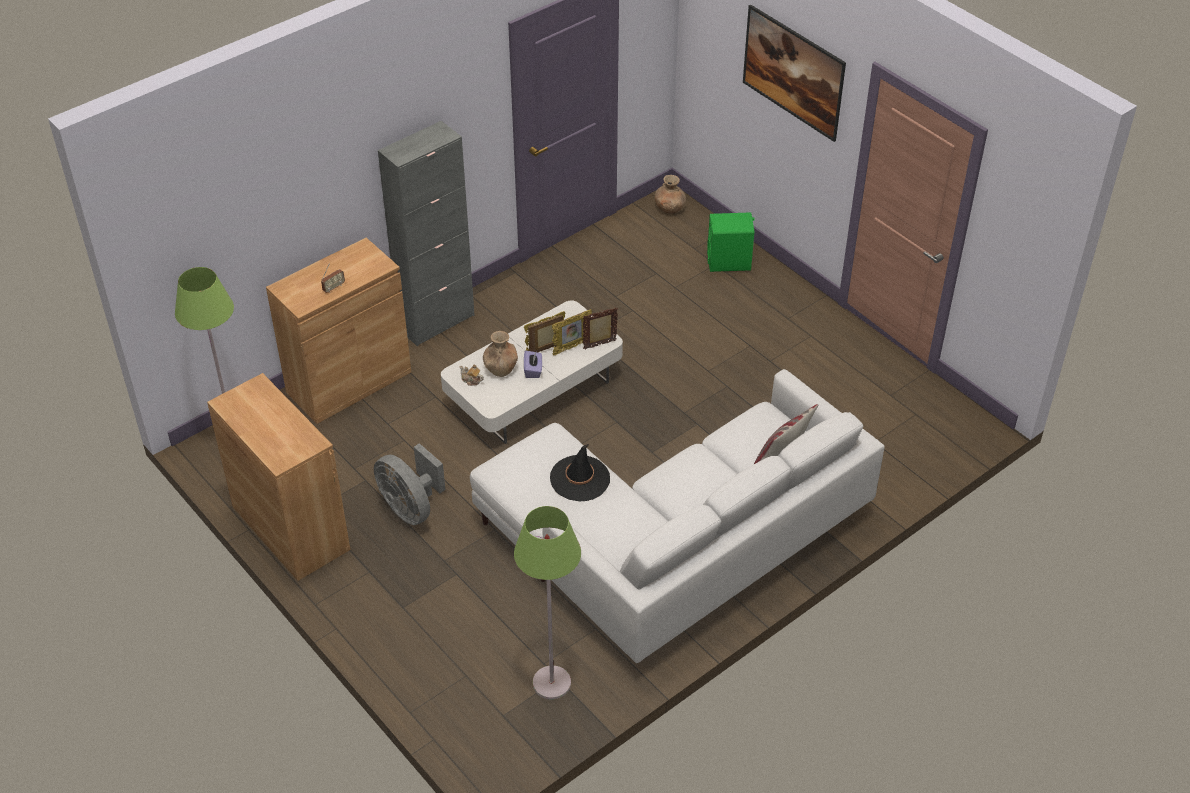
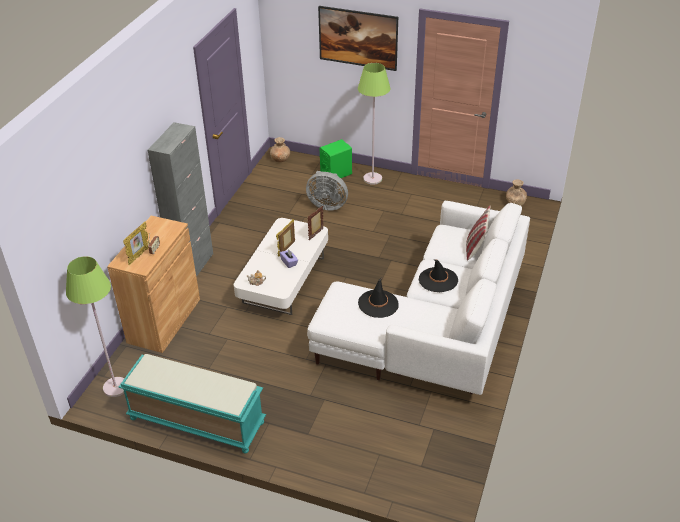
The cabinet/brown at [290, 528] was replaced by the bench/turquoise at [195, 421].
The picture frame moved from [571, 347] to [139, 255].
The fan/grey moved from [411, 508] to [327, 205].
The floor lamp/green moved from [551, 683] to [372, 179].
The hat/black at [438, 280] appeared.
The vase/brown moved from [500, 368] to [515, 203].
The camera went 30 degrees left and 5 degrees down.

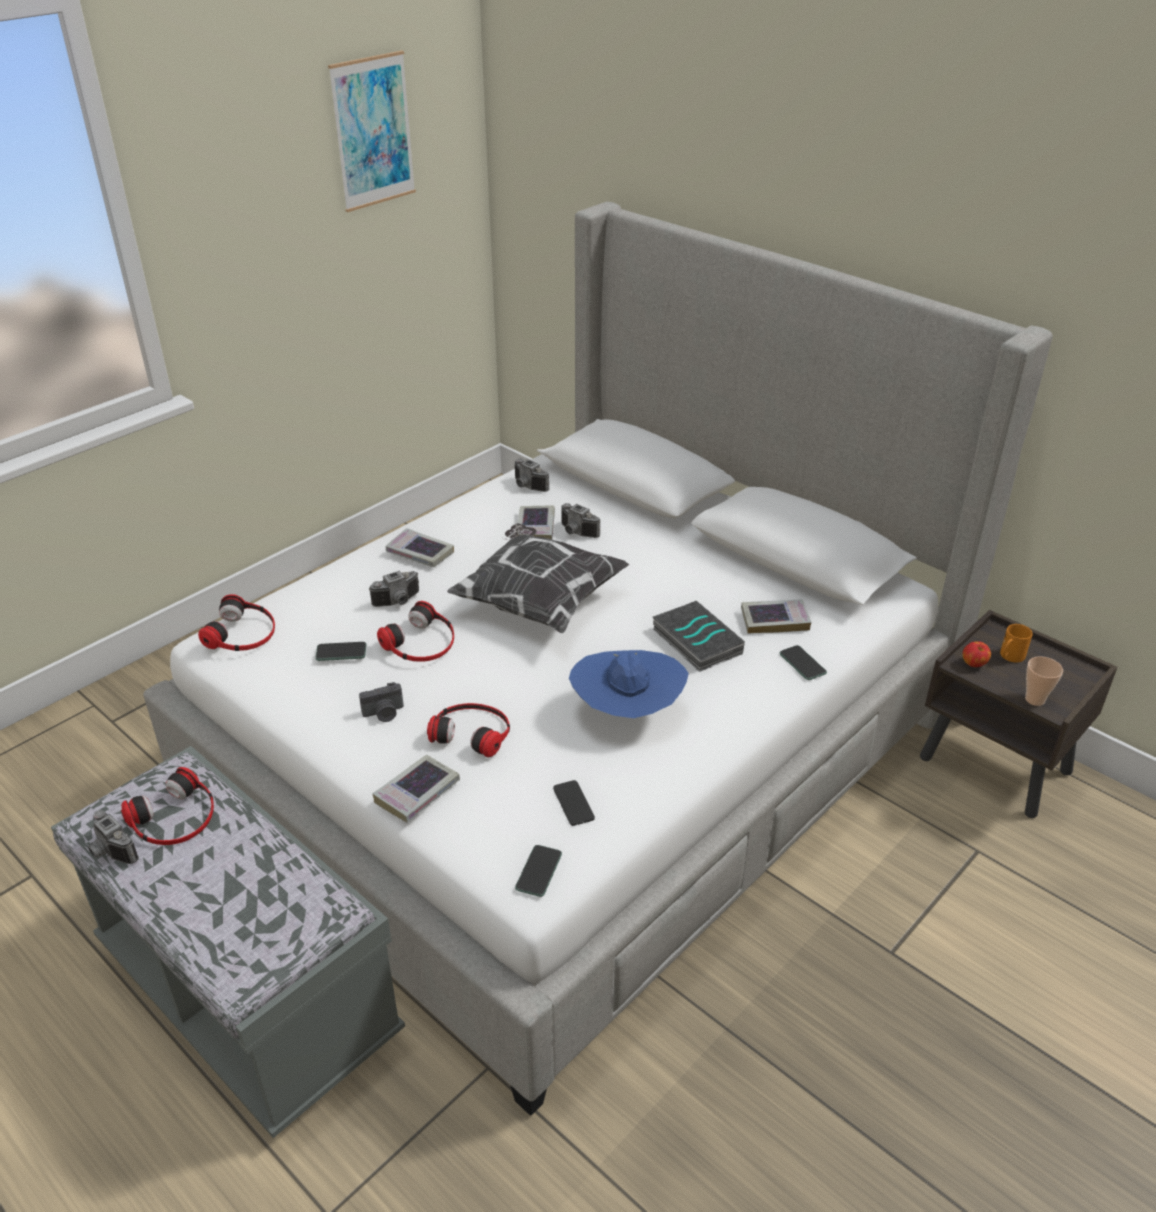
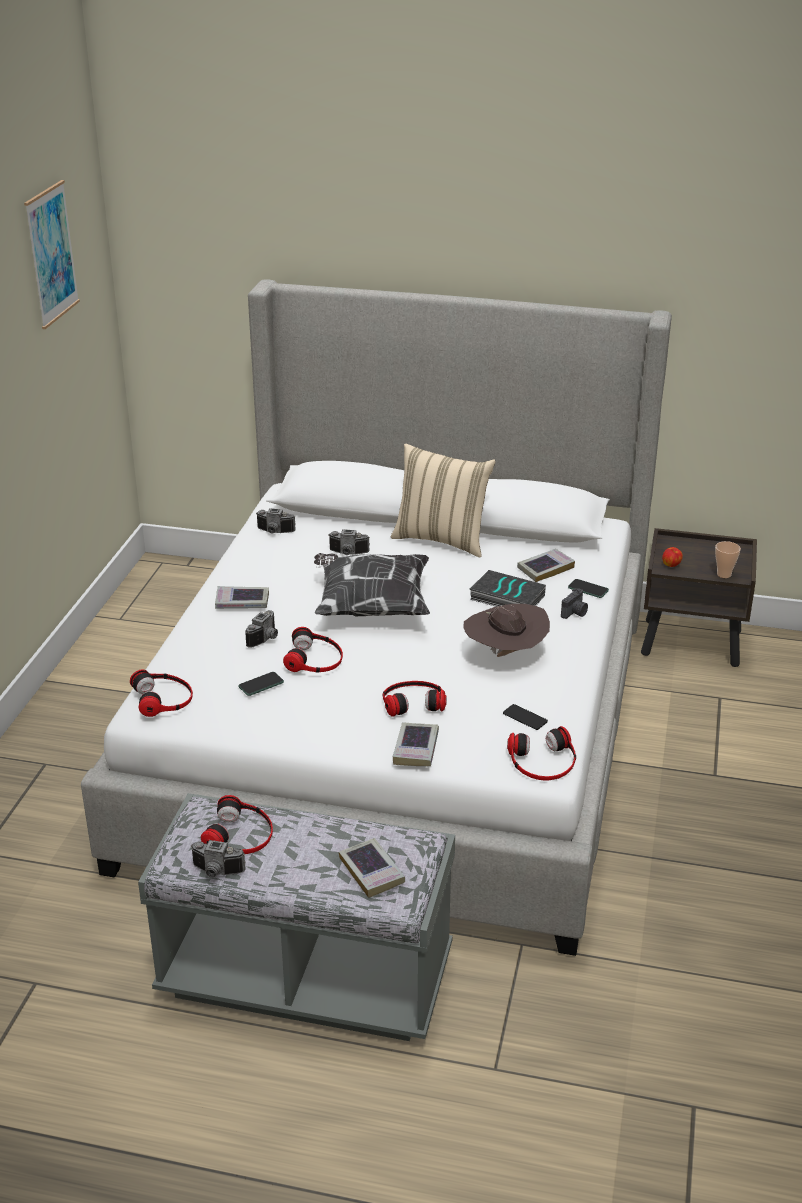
The book moved from [536, 528] to [371, 871].
The pillow/beige at [442, 539] appeared.
The hat/blue at [627, 713] became the hat/brown at [505, 655].
The phone at [538, 871] was replaced by the headphones at [543, 761].
The photo camera moved from [384, 713] to [575, 613].
The mug/orange at [1010, 657] disappeared.
The camera went 30 degrees left and 5 degrees down.

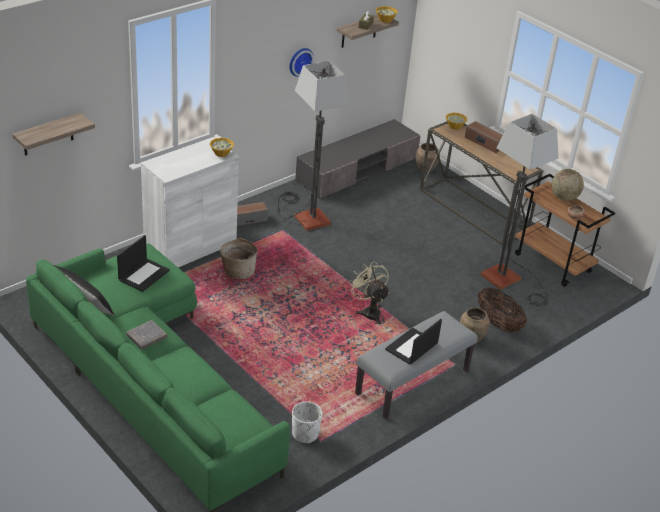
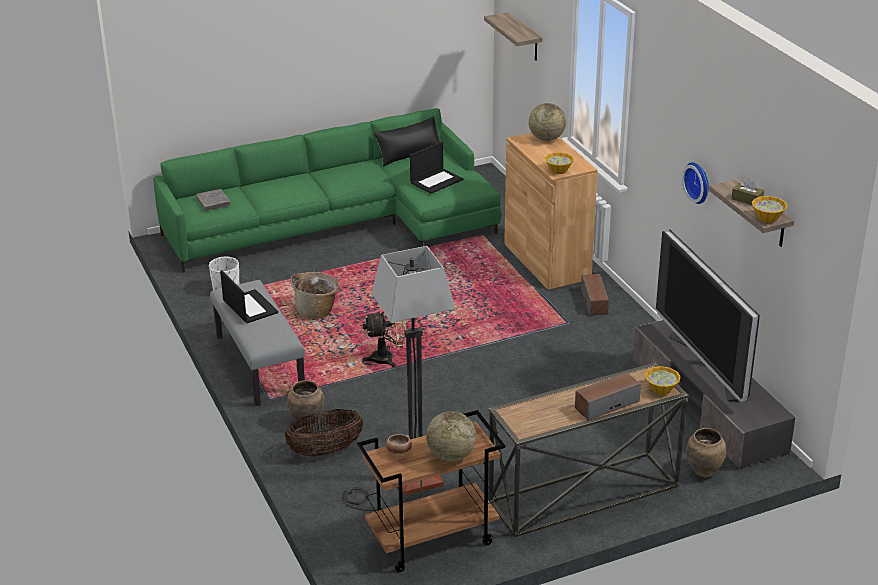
The book/grey moved from [146, 337] to [213, 202].
The basket moved from [238, 271] to [317, 311].
The laptop at [144, 274] turned 90 degrees counterclockwise.
The cabinet/white at [190, 247] became the cabinet/brown at [547, 261].
The globe at [546, 138] appeared.
The television at [707, 366] appeared.
The floor lamp at [305, 215] disappeared.
The camera went 110 degrees right and 5 degrees down.

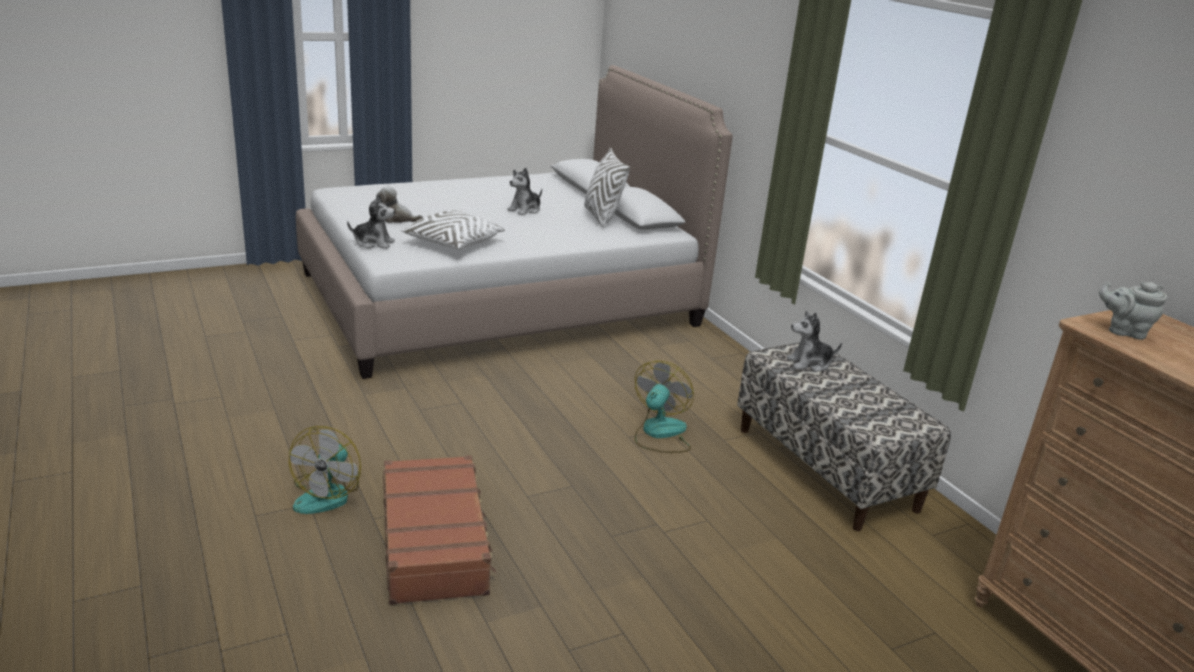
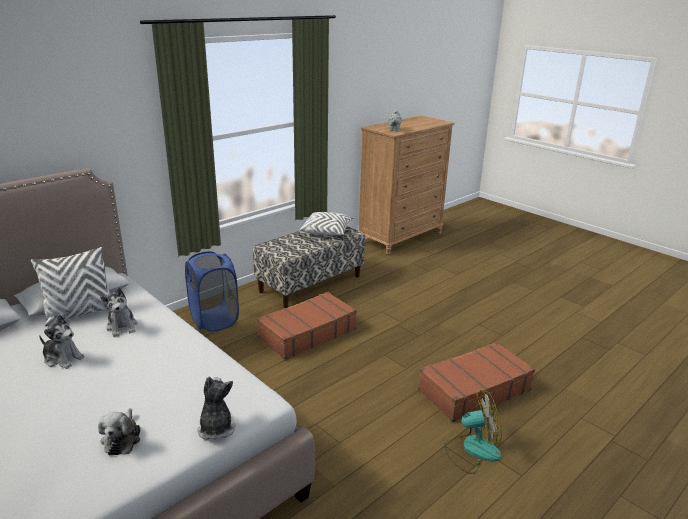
The plush toy moved from [809, 363] to [122, 326].
The laundry basket/blue at [214, 320] appeared.
The fan at [659, 434] was replaced by the suitcase/brown at [307, 333].
The pillow/white moved from [453, 244] to [327, 231].
The camera went 105 degrees left and 0 degrees up.

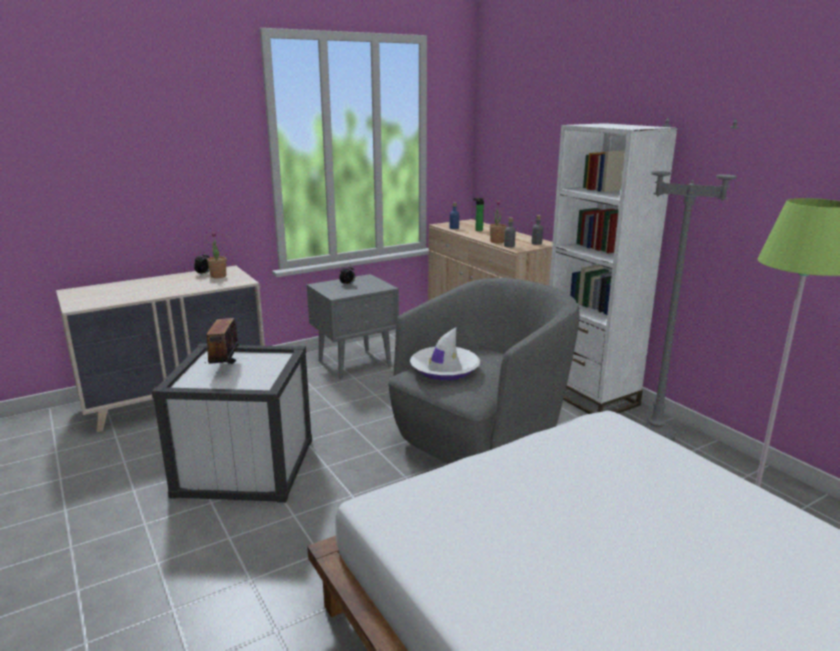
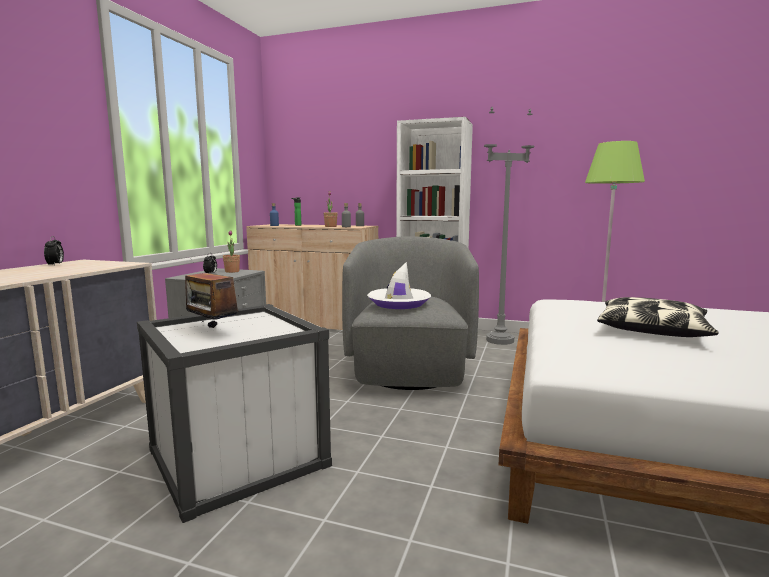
The potted plant moved from [218, 276] to [232, 271].
The pillow at [652, 330] appeared.
The camera went 40 degrees left and 10 degrees down.

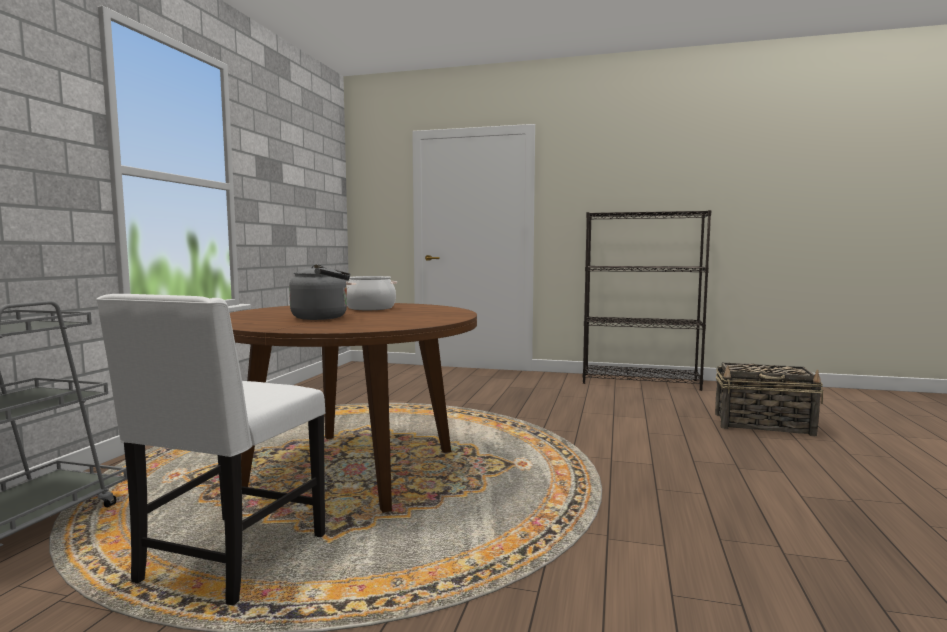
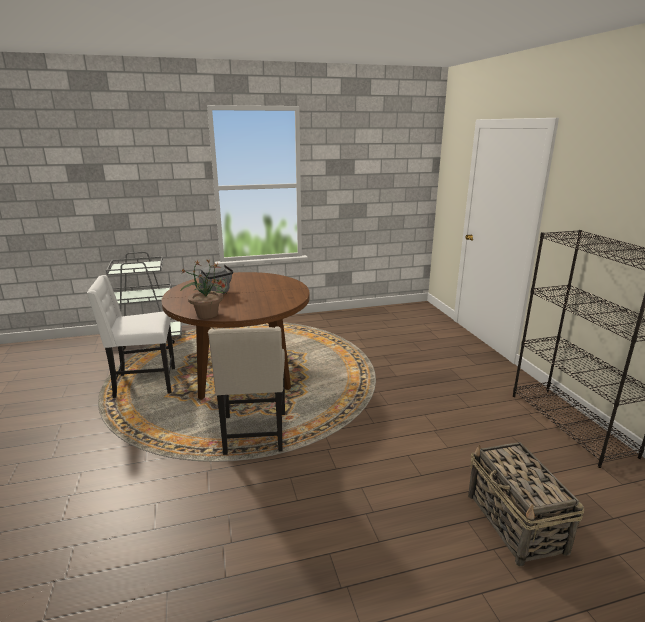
The potted plant at [207, 314] appeared.
The chair/beige at [254, 434] appeared.
The cooking pot at [370, 308] disappeared.
The camera went 60 degrees right and 15 degrees up.

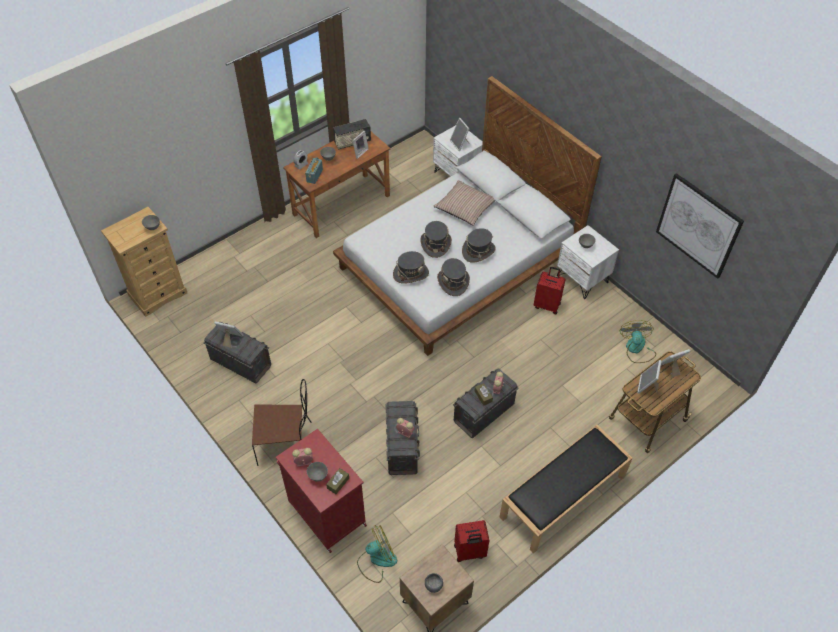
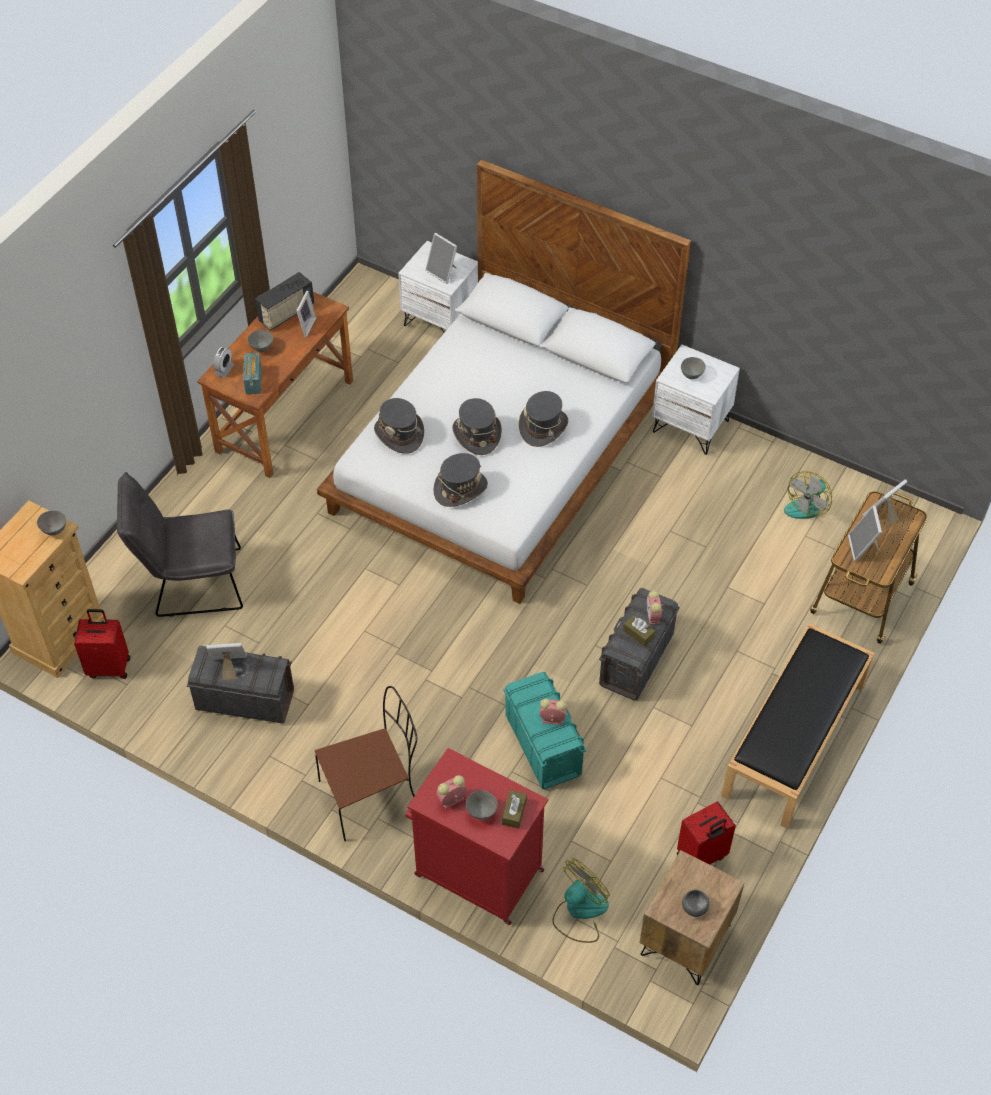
The suitcase/red moved from [547, 305] to [109, 667].
The chair/grey at [191, 583] appeared.
The hat/grey moved from [453, 282] to [399, 434].
The storage box/grey at [402, 447] became the storage box/turquoise at [543, 745].
The fan at [636, 349] turned 120 degrees counterclockwise.
The pillow at [465, 207] disappeared.
The picture at [698, 225] disappeared.
The camera went 20 degrees left and 0 degrees up.

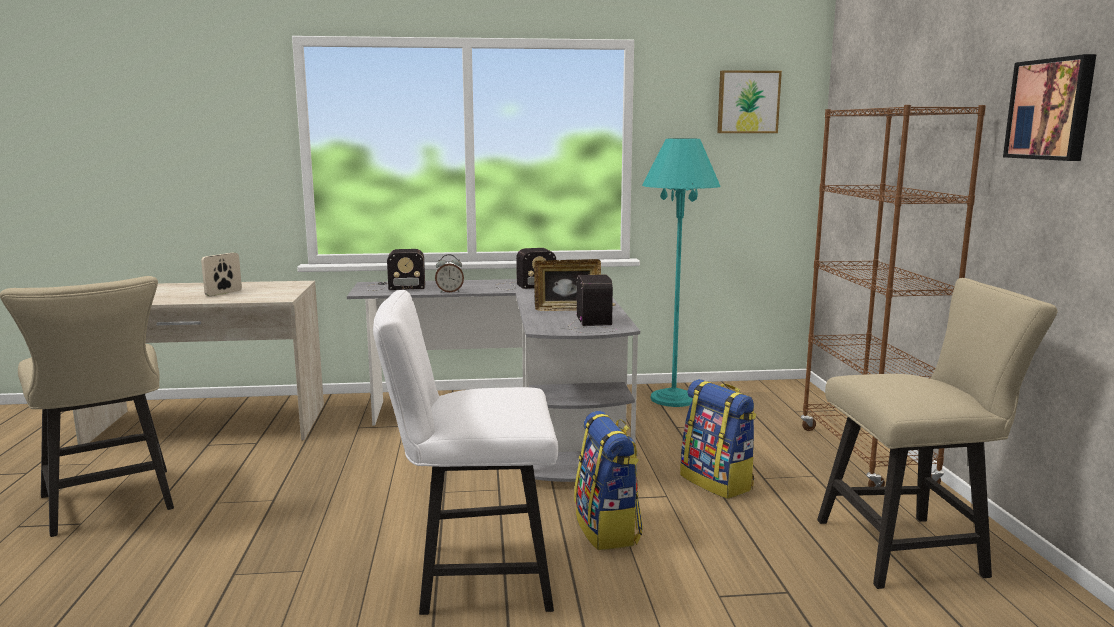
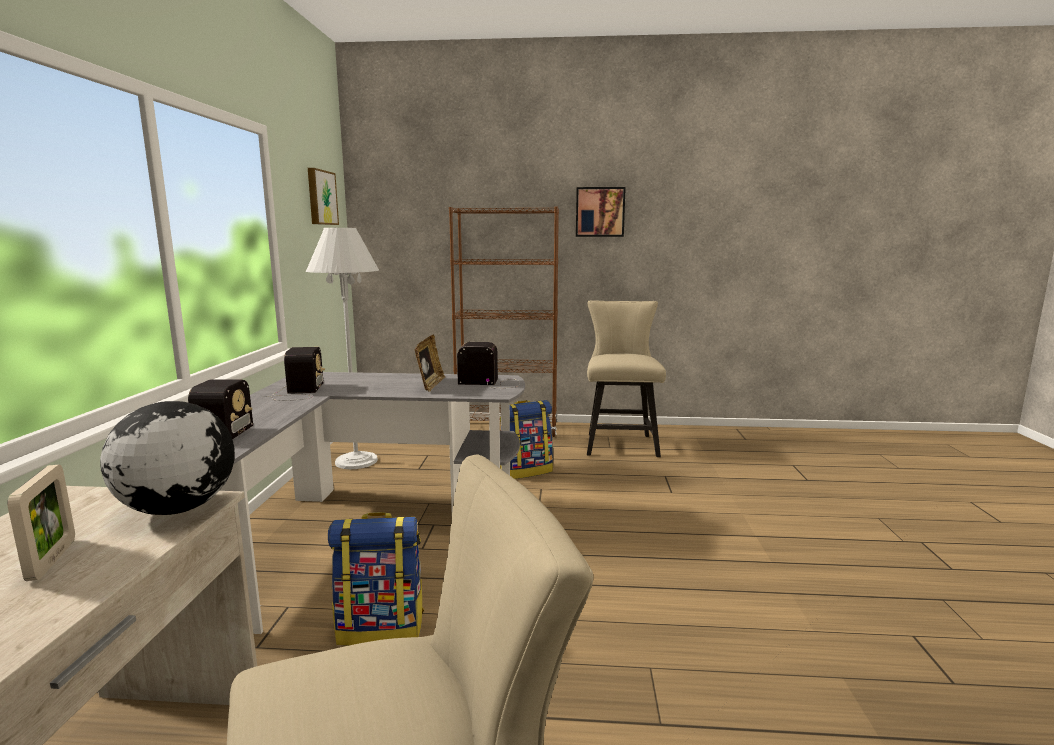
The picture frame at [223, 293] turned 150 degrees counterclockwise.
The globe at [177, 509] appeared.
The floor lamp/turquoise at [673, 399] became the floor lamp/white at [356, 461].
The backpack moved from [608, 530] to [381, 627].
The chair/white at [472, 575] disappeared.
The alarm clock at [449, 291] disappeared.
The camera went 80 degrees left and 0 degrees up.

